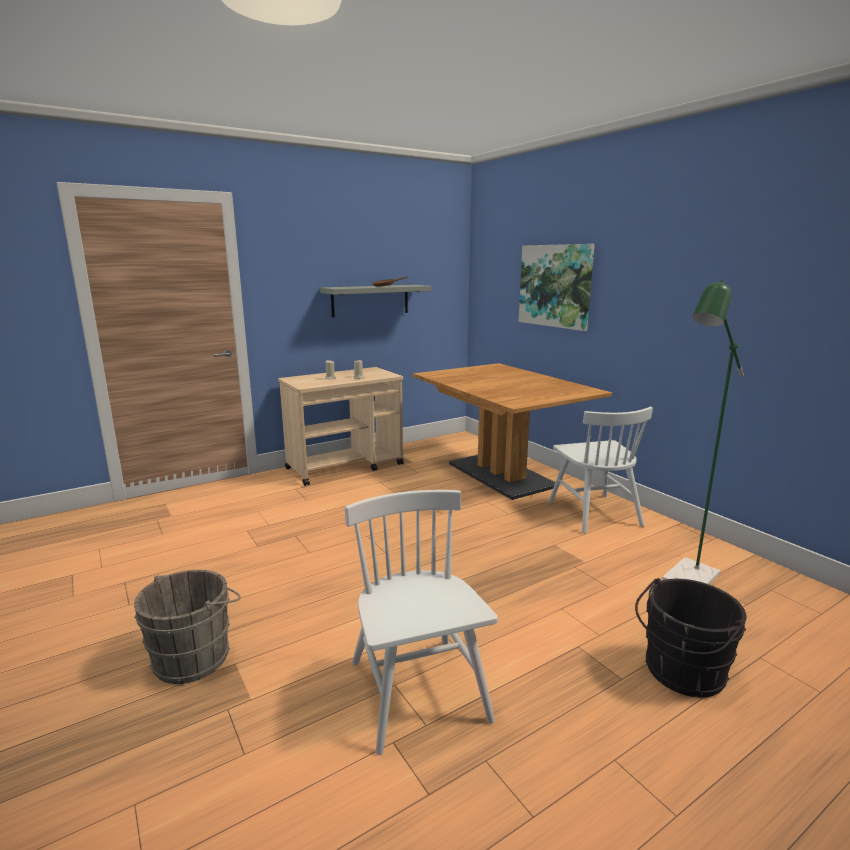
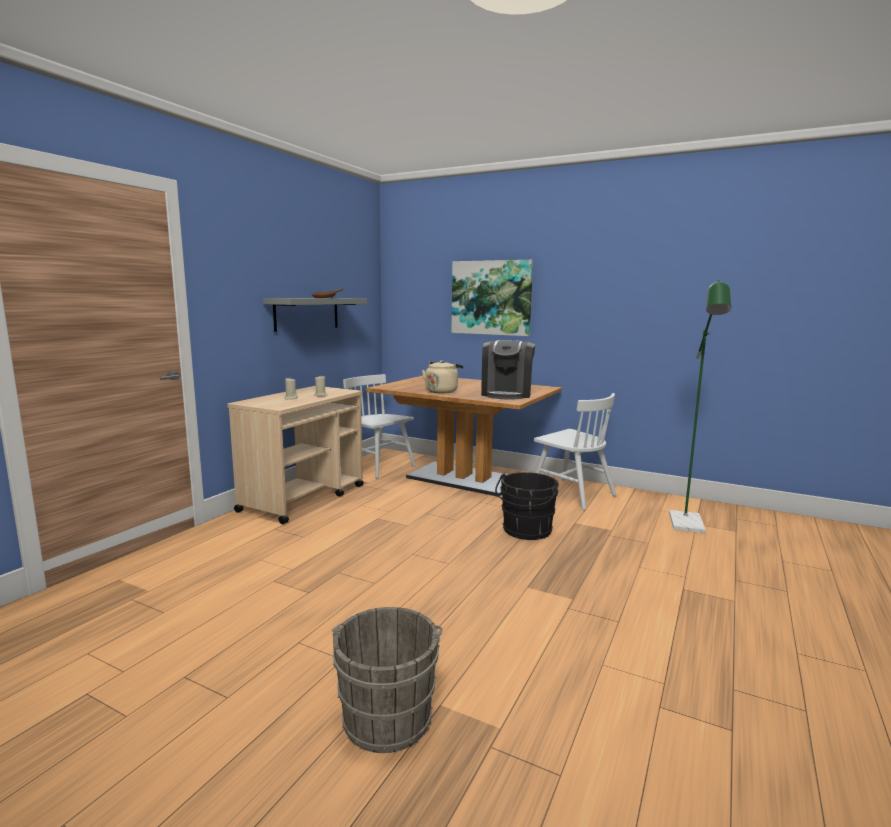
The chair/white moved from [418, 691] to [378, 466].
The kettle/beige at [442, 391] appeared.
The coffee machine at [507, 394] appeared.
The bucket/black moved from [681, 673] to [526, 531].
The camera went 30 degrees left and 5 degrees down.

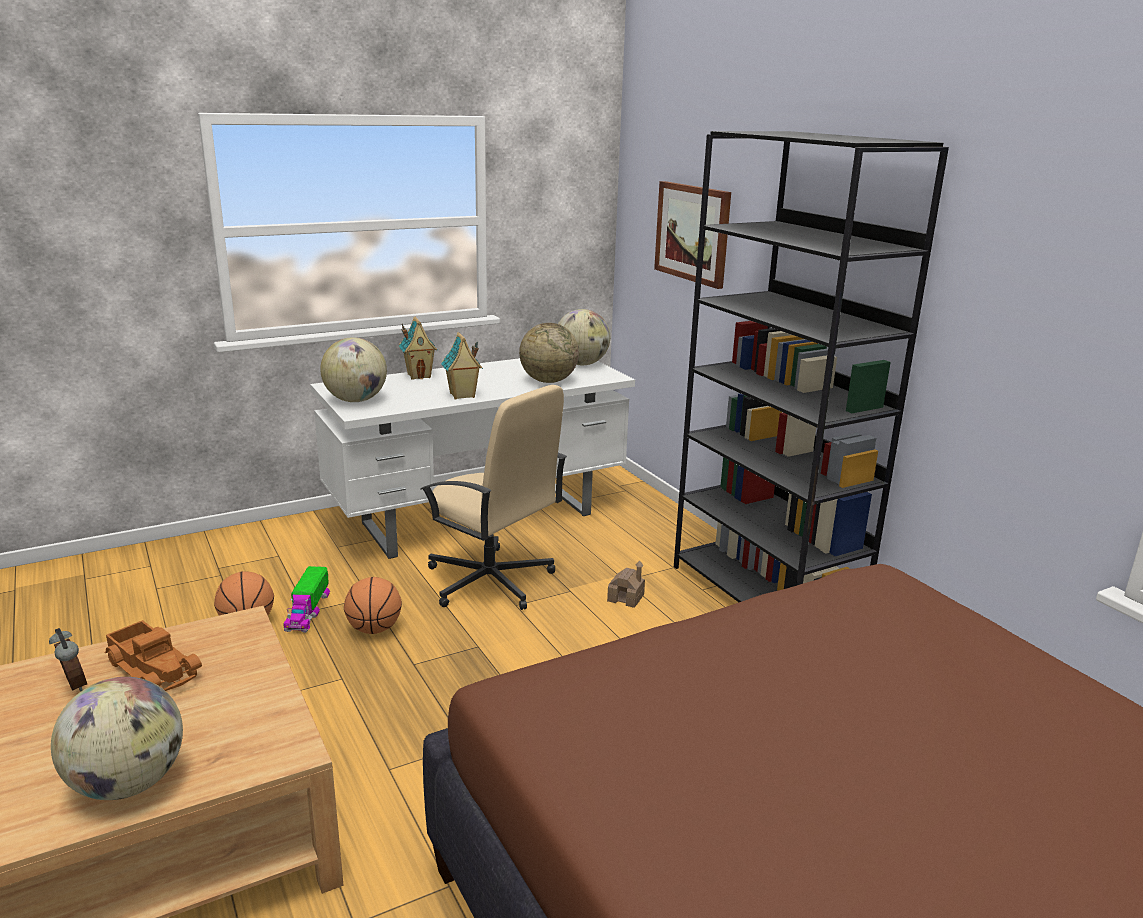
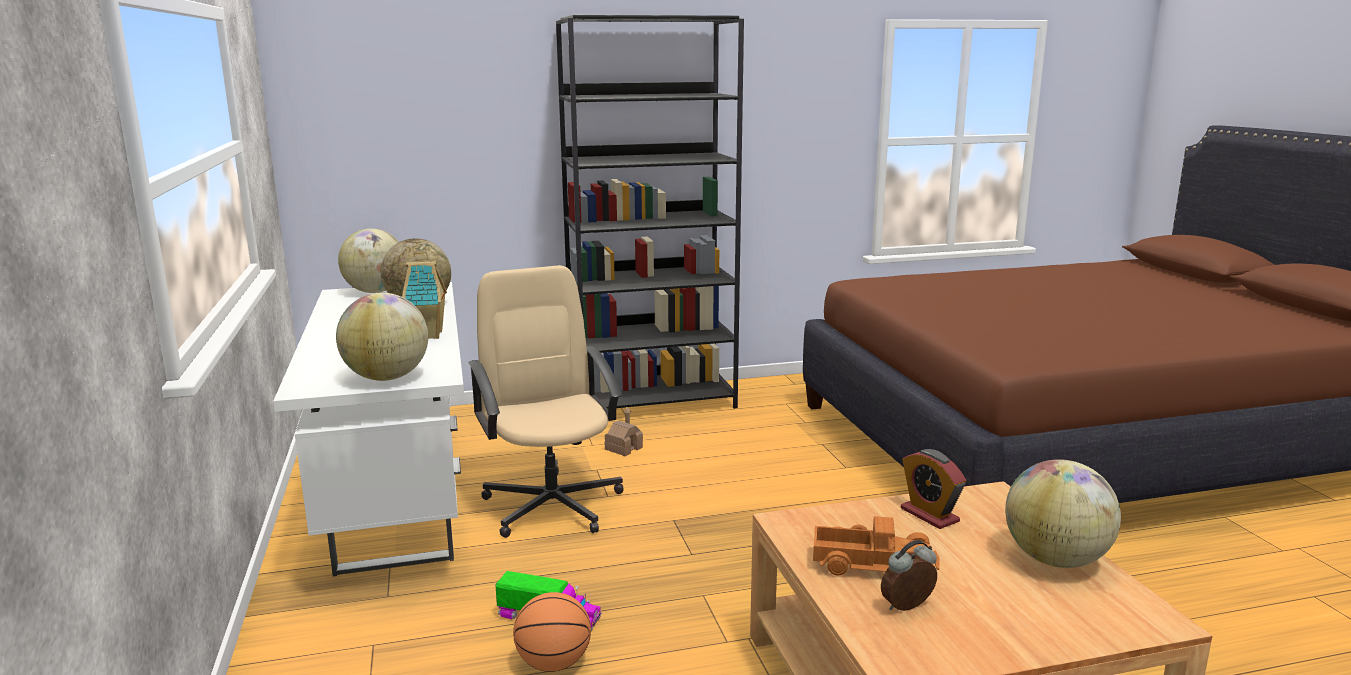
The office chair/beige at [490, 581] turned 75 degrees counterclockwise.
The toy truck at [155, 667] turned 45 degrees clockwise.
The alarm clock at [929, 515] appeared.
The basketball at [374, 629] disappeared.
The toy house at [419, 376] disappeared.
The picture at [692, 233] disappeared.
The camera went 75 degrees left and 5 degrees down.

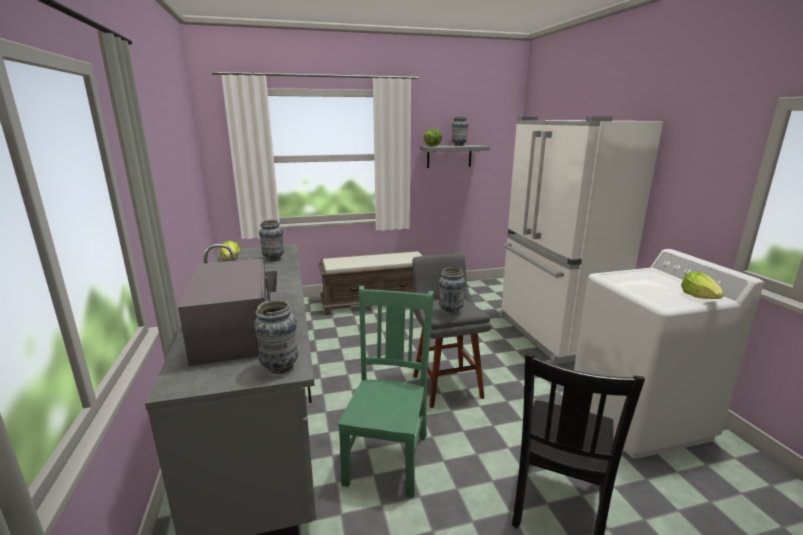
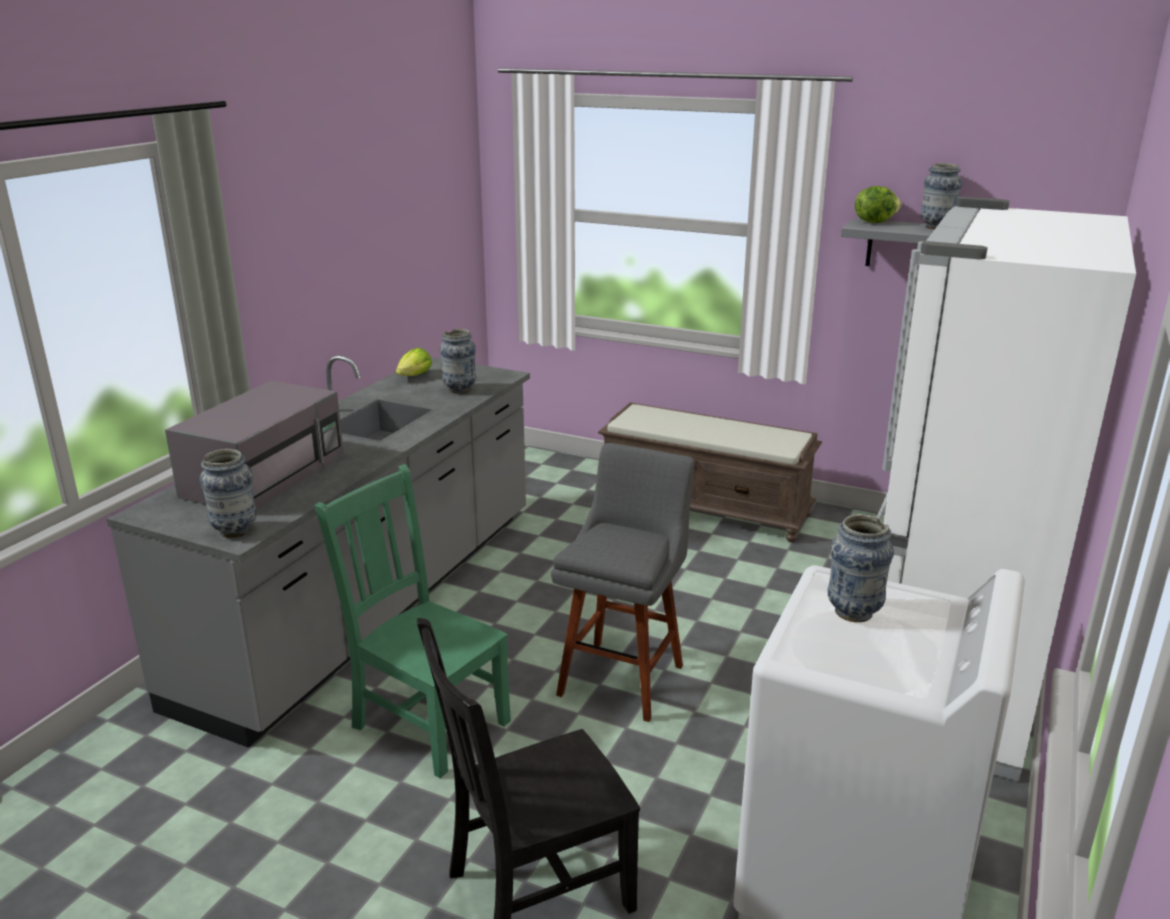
The chair/green at [388, 456] turned 105 degrees counterclockwise.
The vase moved from [451, 311] to [853, 612].
The lettuce at [700, 297] disappeared.
The camera went 40 degrees right and 5 degrees up.

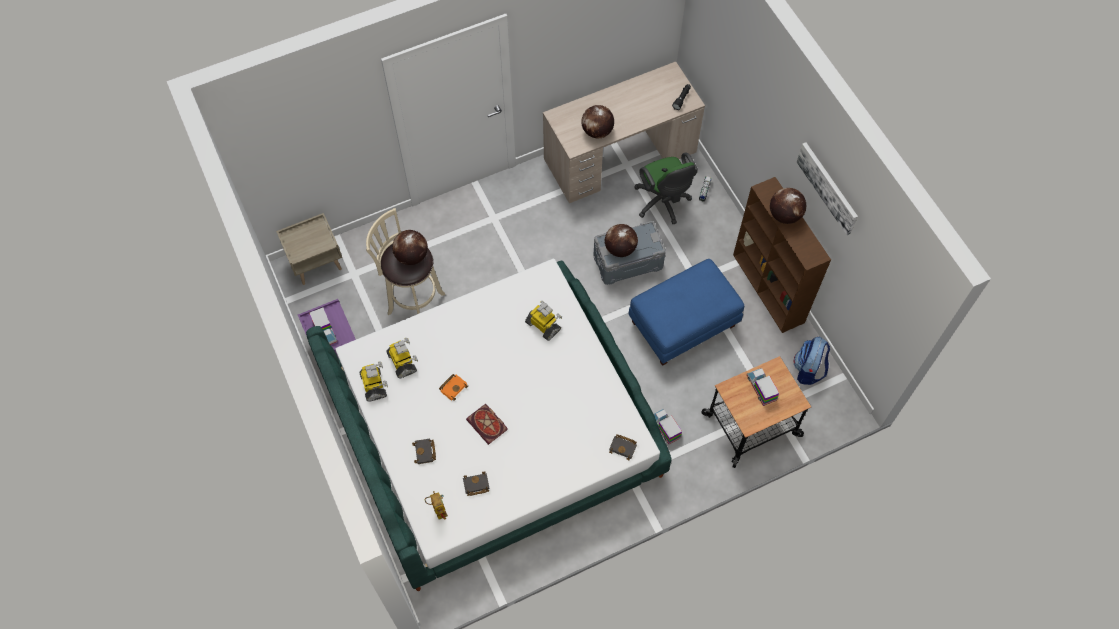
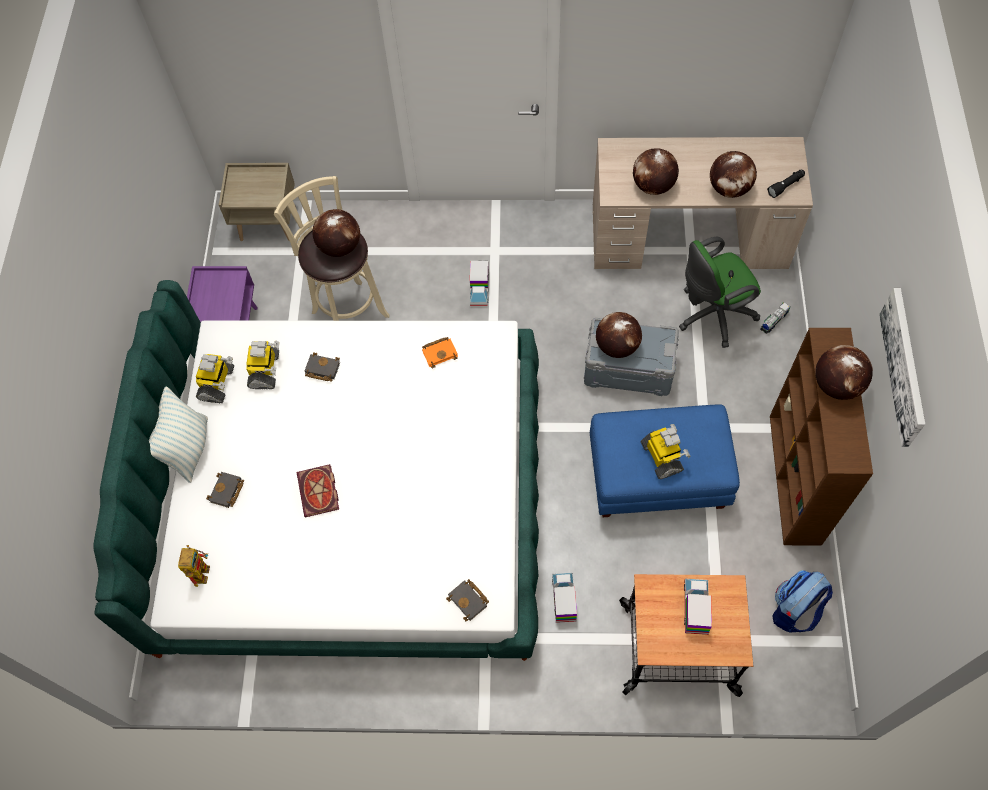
The pillow at [189, 449] appeared.
The book/black moved from [475, 485] to [321, 369].
The book/orange moved from [453, 387] to [440, 352].
The toy truck moved from [324, 331] to [479, 289].
The toy robot moved from [543, 326] to [662, 457].
The office chair/green at [663, 203] turned 60 degrees clockwise.
The globe at [729, 189] appeared.
The camera went 30 degrees right and 0 degrees up.

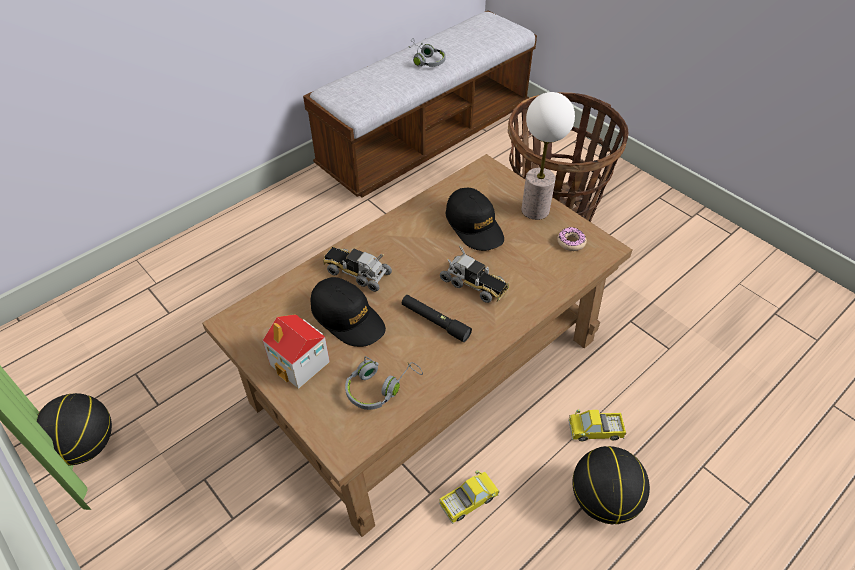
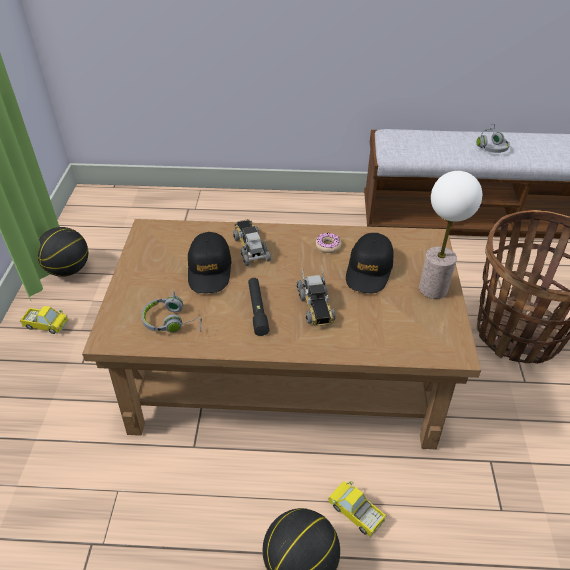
The toy truck moved from [468, 501] to [46, 325].
The donut moved from [571, 242] to [328, 246].
The toy house at [300, 364] disappeared.
The camera went 45 degrees right and 5 degrees down.

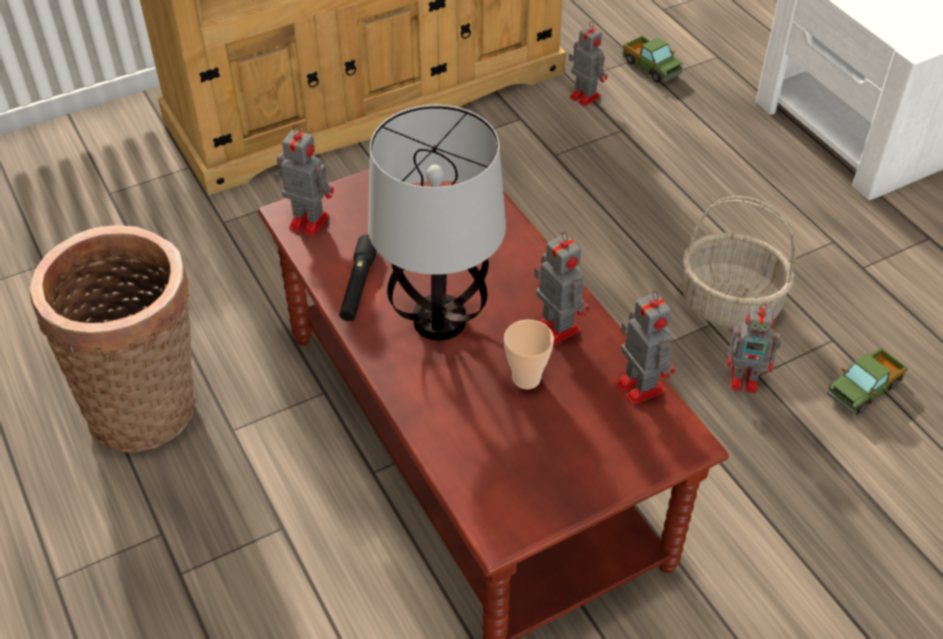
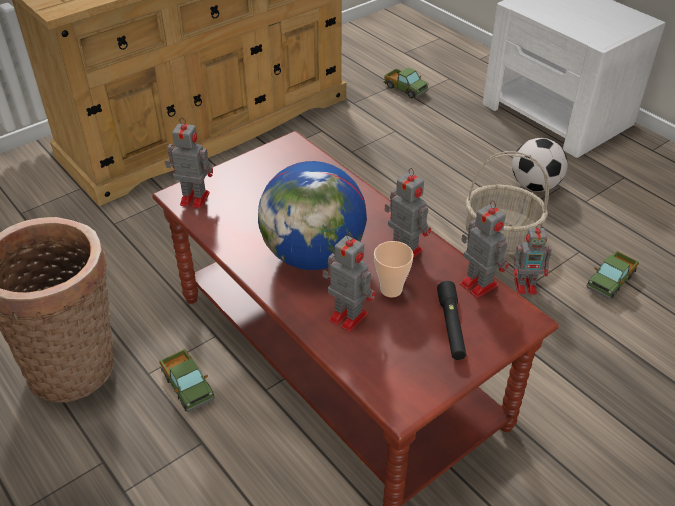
The toy truck at [187, 387] appeared.
The table lamp at [440, 319] was replaced by the globe at [314, 255].
The toy robot moved from [583, 96] to [346, 316].
The flashlight/black moved from [358, 285] to [451, 326].
The football at [535, 186] appeared.
The camera went 10 degrees left and 5 degrees down.

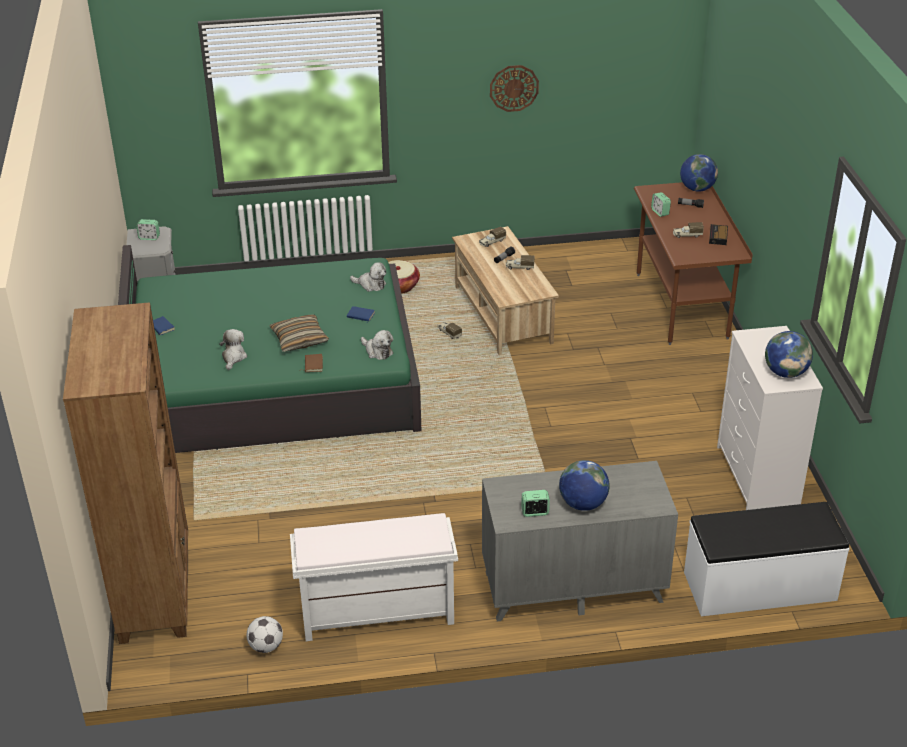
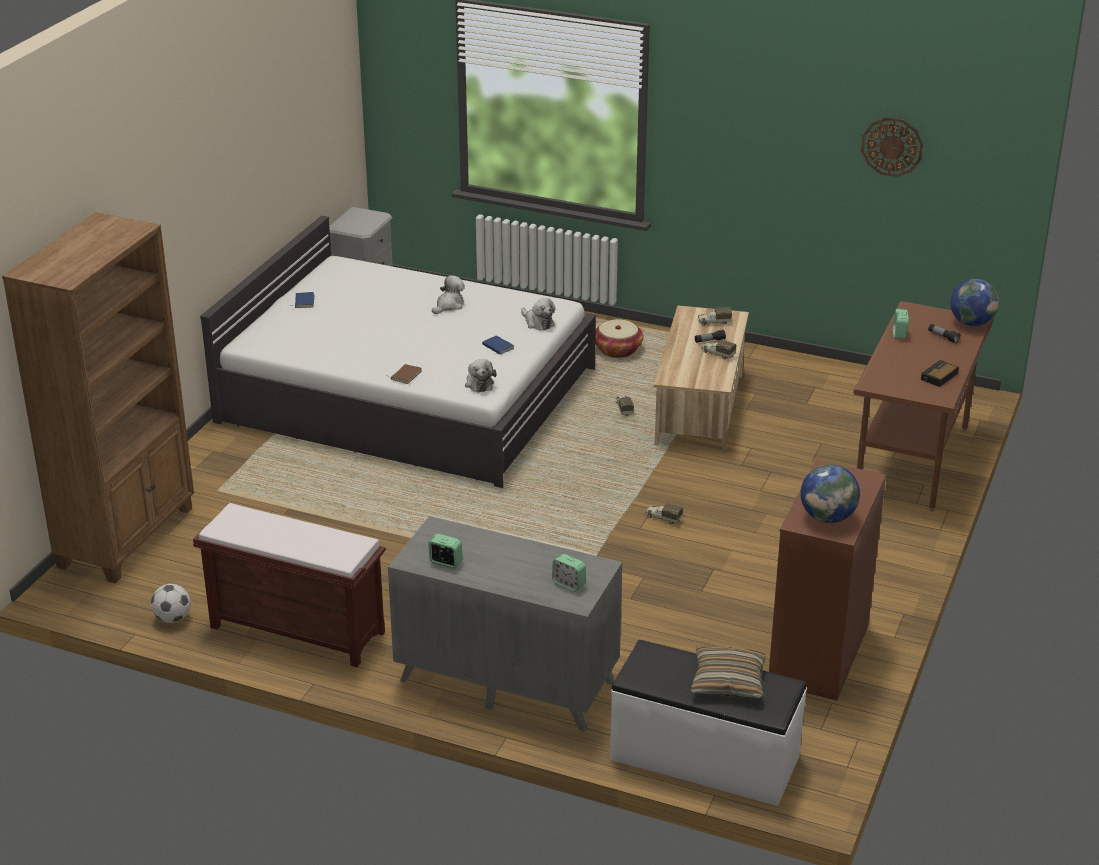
The bench/white at [376, 614] became the bench/brown at [295, 630].
The bed/green at [271, 379] became the bed/white at [407, 395].
The plush toy moved from [233, 357] to [449, 306].
The alarm clock moved from [149, 237] to [569, 584].
The toy truck moved from [687, 235] to [663, 518].
The pillow moved from [299, 339] to [728, 681].
The dresser/white at [758, 476] became the dresser/brown at [818, 655].
The wall clock moved from [514, 88] to [892, 146].
The globe at [583, 504] disappeared.
The camera went 30 degrees right and 5 degrees down.

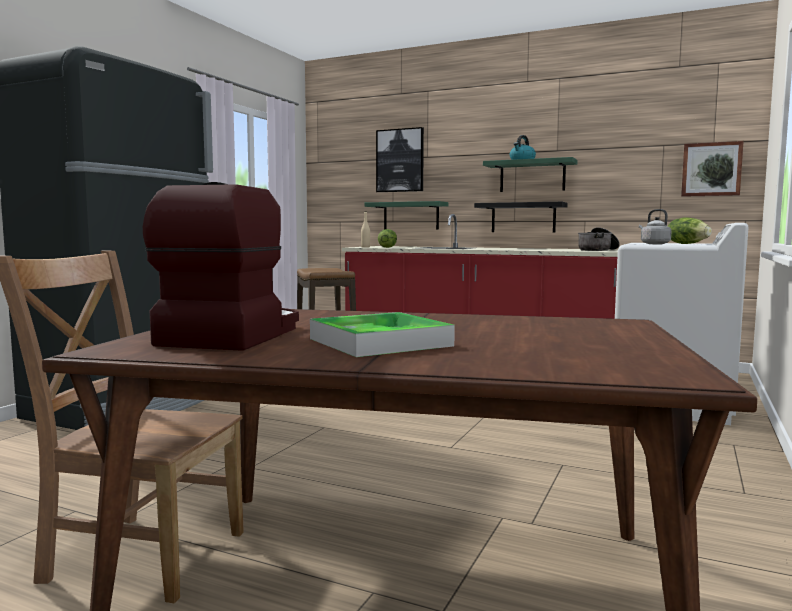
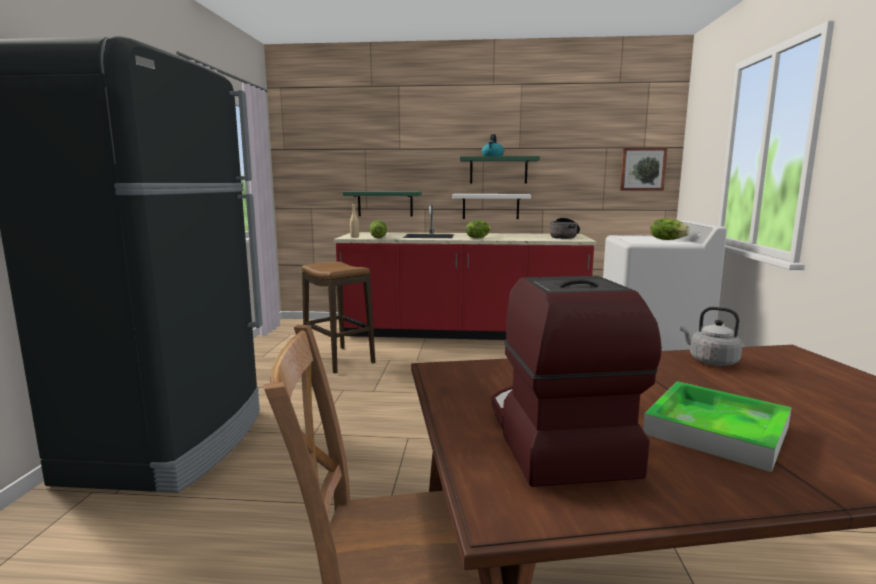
The shelf/black at [523, 217] became the shelf/white at [490, 206].
The lettuce at [478, 237] appeared.
The kettle/grey moved from [653, 244] to [710, 361].
The picture at [400, 160] disappeared.
The camera went 20 degrees left and 5 degrees up.

